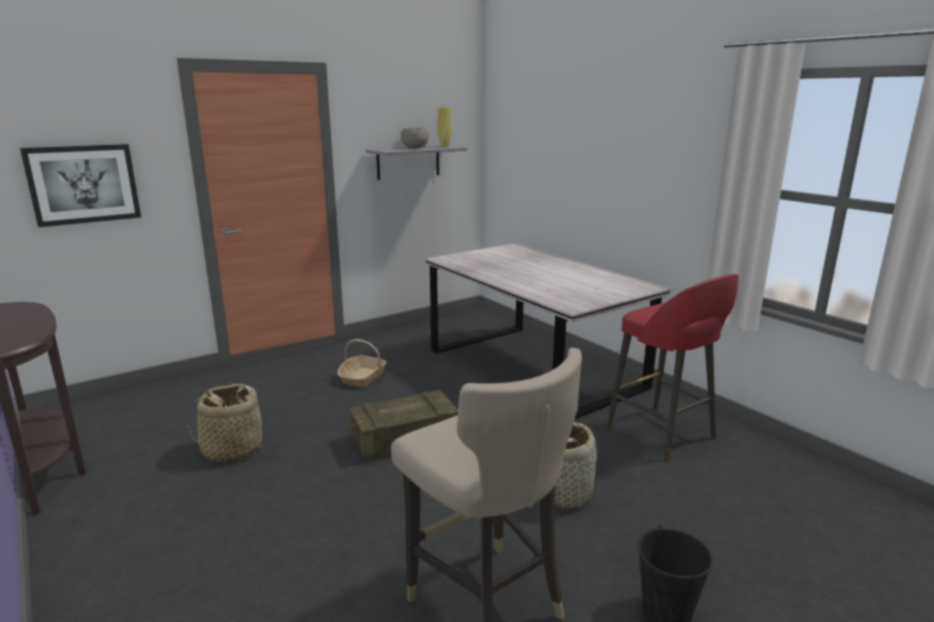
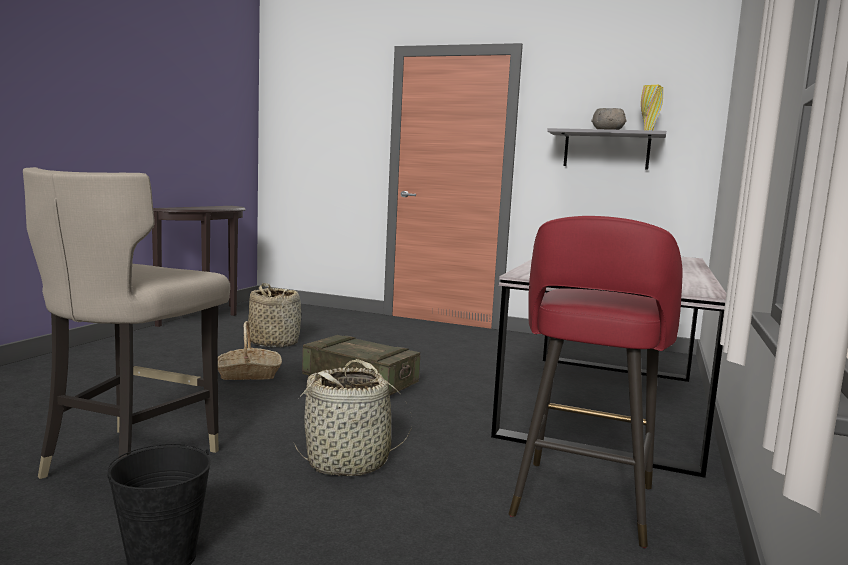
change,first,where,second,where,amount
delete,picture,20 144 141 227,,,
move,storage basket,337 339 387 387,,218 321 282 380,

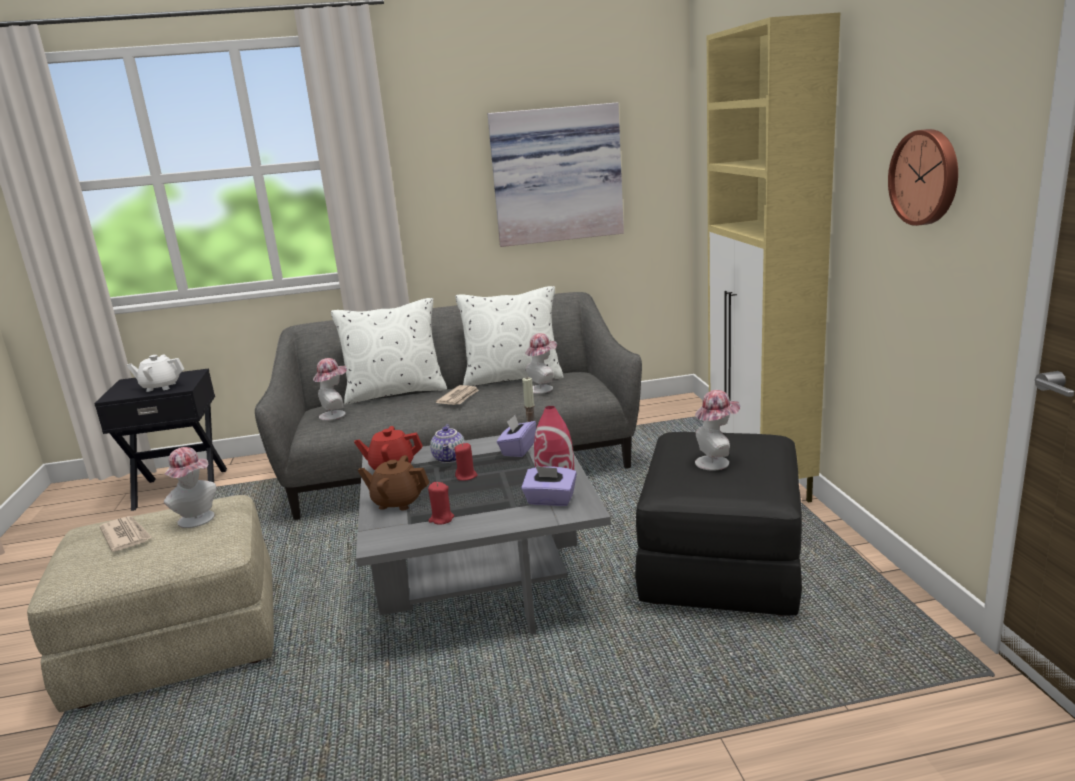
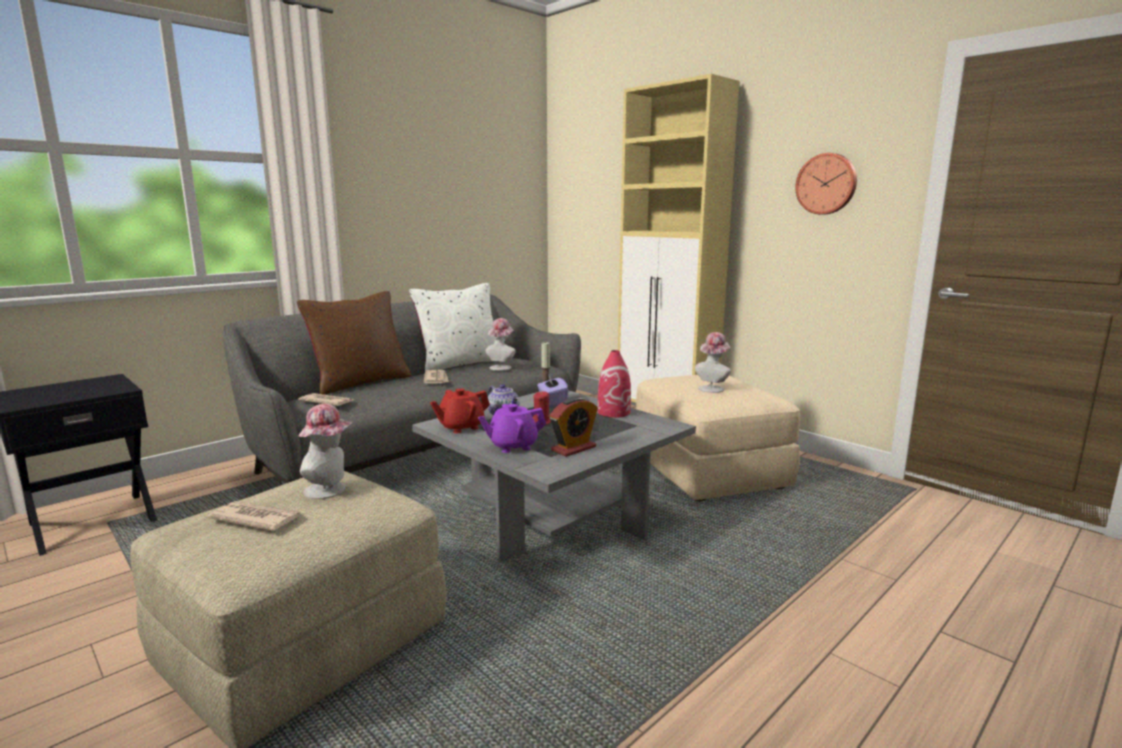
change,first,where,second,where,amount
delete,teapot (white-coloured),126 354 184 392,,,
delete,picture,488 102 624 247,,,
delete,tissue holder (purplish),521 466 577 506,,,
replace,hat,313 358 347 421,daily paper,298 393 353 406,
replace,candle (red),428 482 454 525,table clock,550 396 598 457,
recolor,pillow (white-coloured),331 298 447 404,pillow (brown-coloured),297 291 411 395,
recolor,teapot (brown-coloured),358 455 430 511,teapot (purplish),478 404 546 453,
recolor,pouffe (black-coloured),635 432 802 616,pouffe (beige-coloured),636 375 800 501,

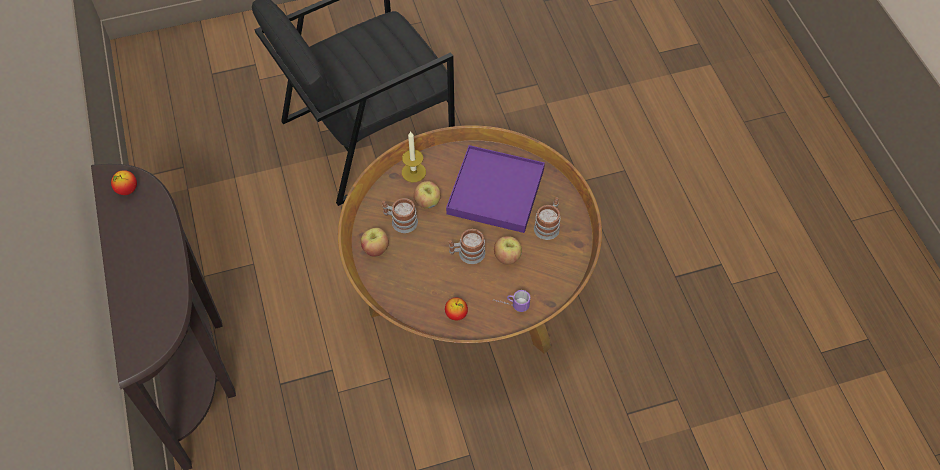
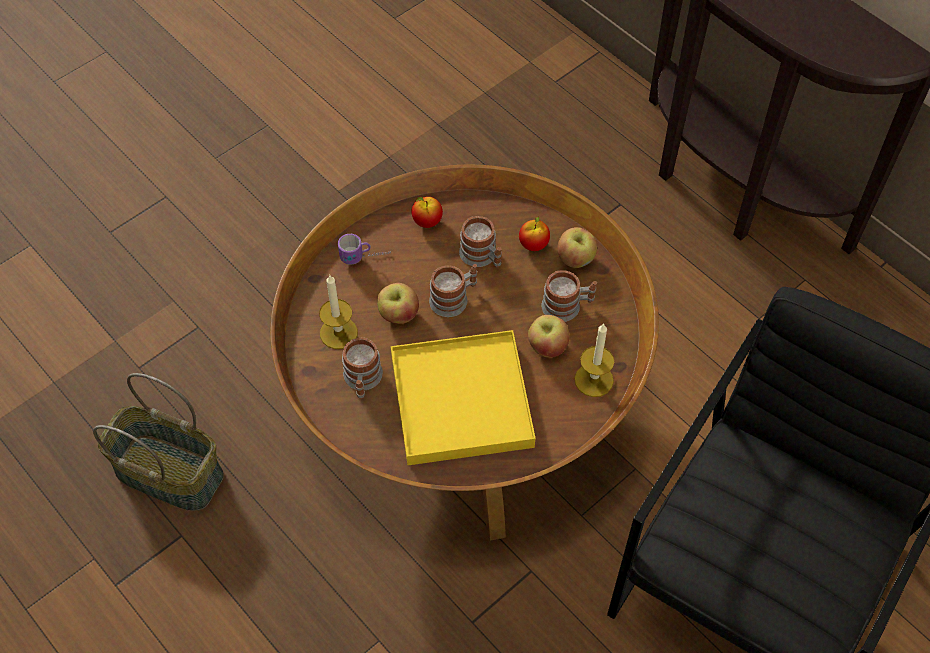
change,first,where,second,where,amount
insert,,,storage basket,93 373 224 511,
insert,,,candle,319 274 358 349,
insert,,,mug,459 216 502 268,
move,apple fruit,111 170 137 195,,519 216 550 251,
recolor,carrying tray (purplish),446 145 545 233,carrying tray (yellowish),391 330 536 465,

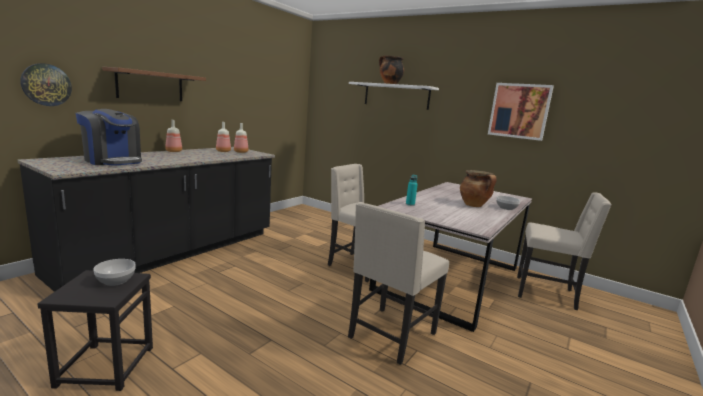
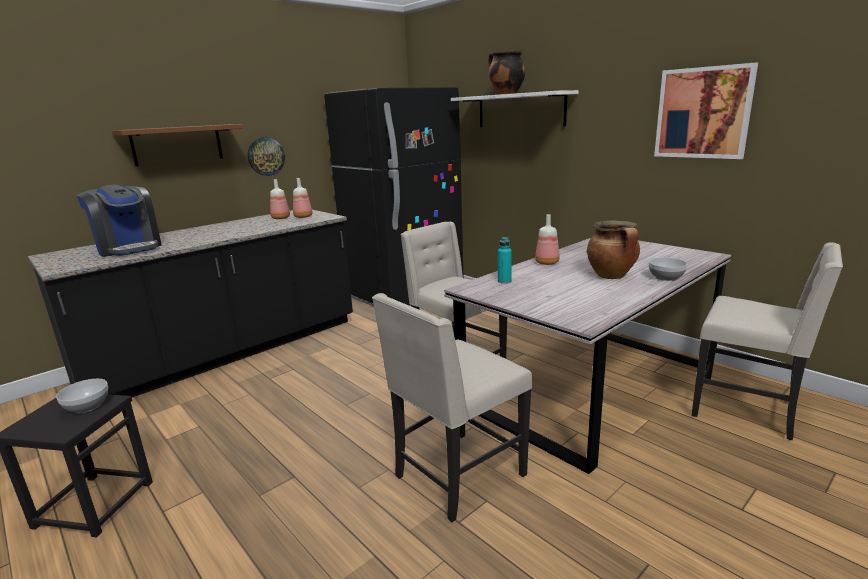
change,first,where,second,where,amount
insert,,,fridge (black-coloured),324 87 464 307,
move,hanging clock,20 63 72 106,,248 137 285 176,
move,drink bottle,165 120 182 152,,535 214 560 265,

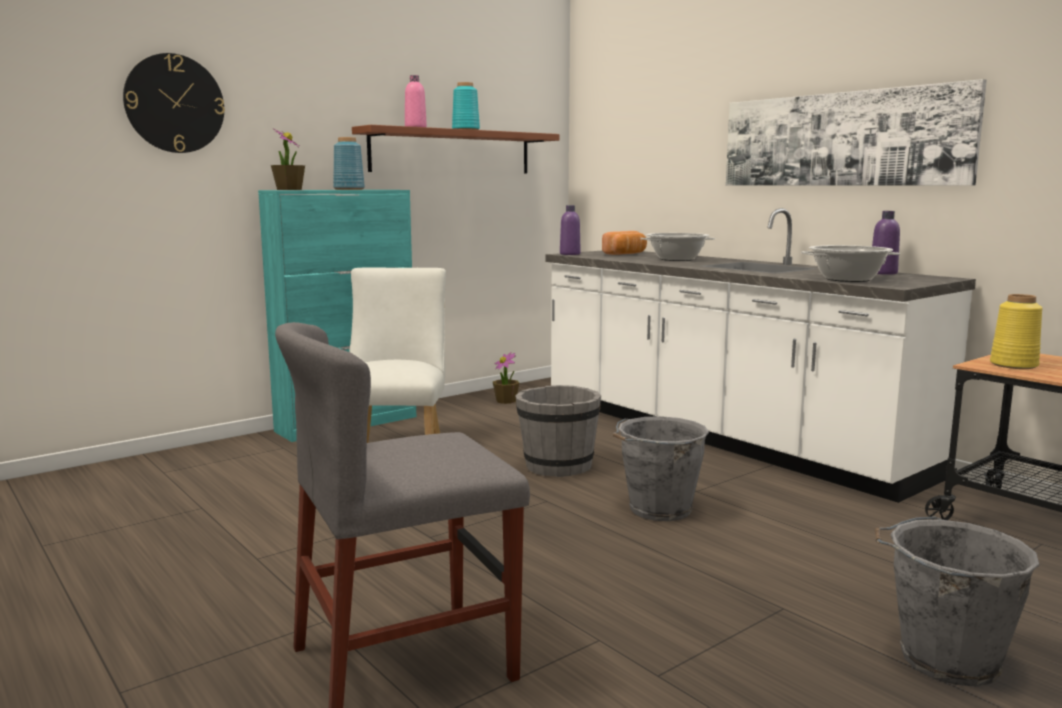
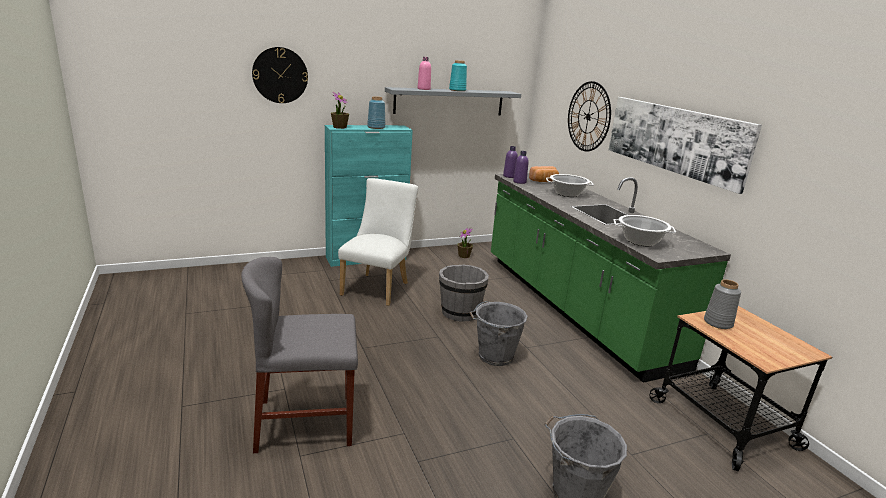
change,first,where,second,where,amount
insert,,,hanging clock,568 81 611 151,
move,drink bottle (purplish),872 211 900 275,,513 151 529 184,
recolor,shelf (brown-coloured),352 125 559 174,shelf (gray),385 87 521 116,
recolor,kitchen base unit (white-coloured),546 208 976 503,kitchen base unit (green-coloured),491 173 731 383,
recolor,vase (yellowish),990 294 1043 369,vase (gray),704 279 741 329,

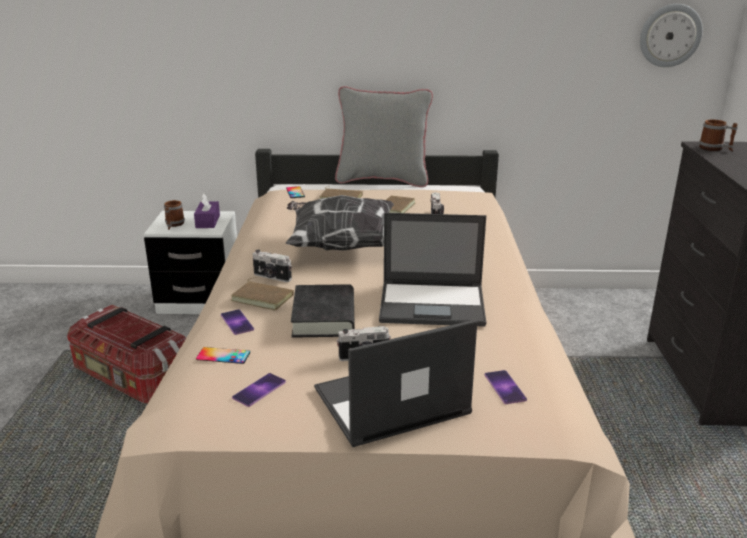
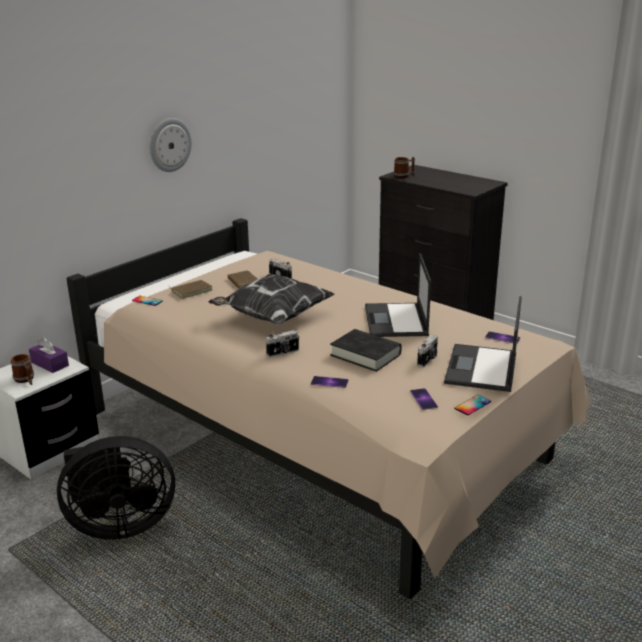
change,first,where,second,where,amount
delete,book (brown-coloured),231 277 294 311,,,
delete,pillow (gray),335 86 433 187,,,
move,phone,196 347 250 364,,454 395 491 415,
move,hanging clock,640 4 703 67,,149 118 192 172,
replace,storage box,67 305 186 404,fan (black-coloured),57 436 175 540,
rotate,portable computer,379 213 486 327,,365 253 431 337,135 degrees clockwise

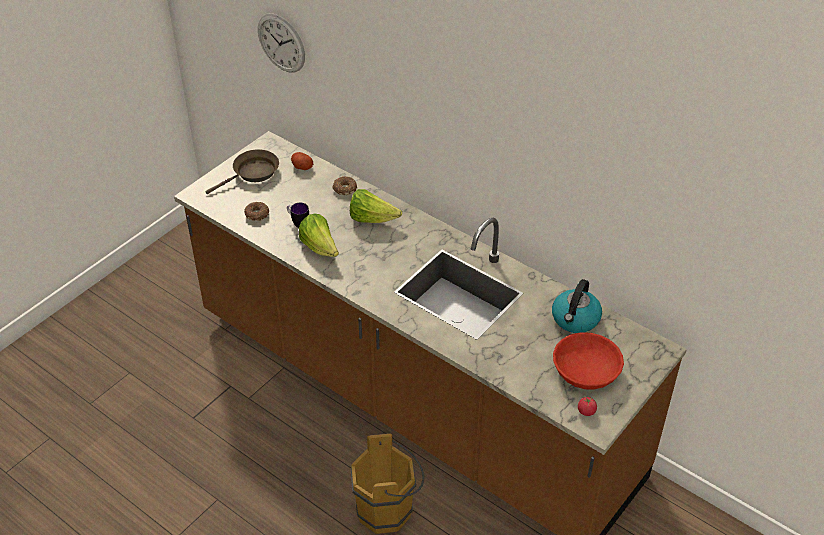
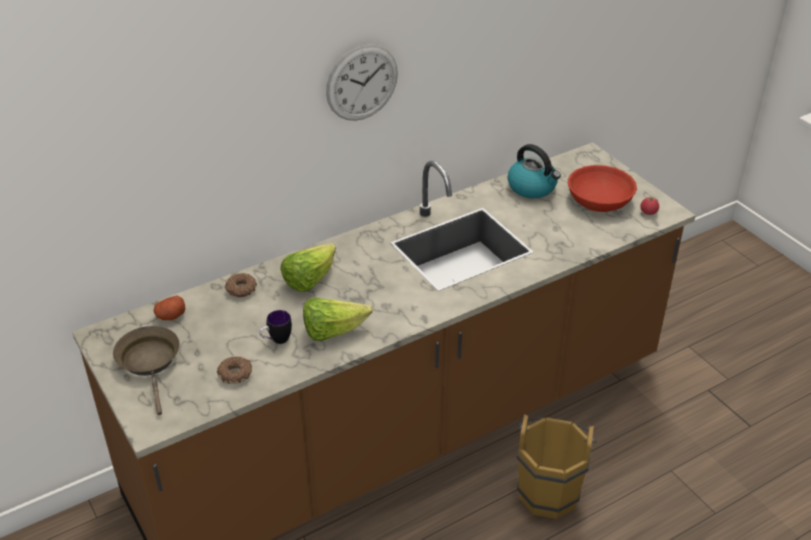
change,first,where,second,where,amount
move,hanging clock,258 13 305 73,,326 44 398 121,

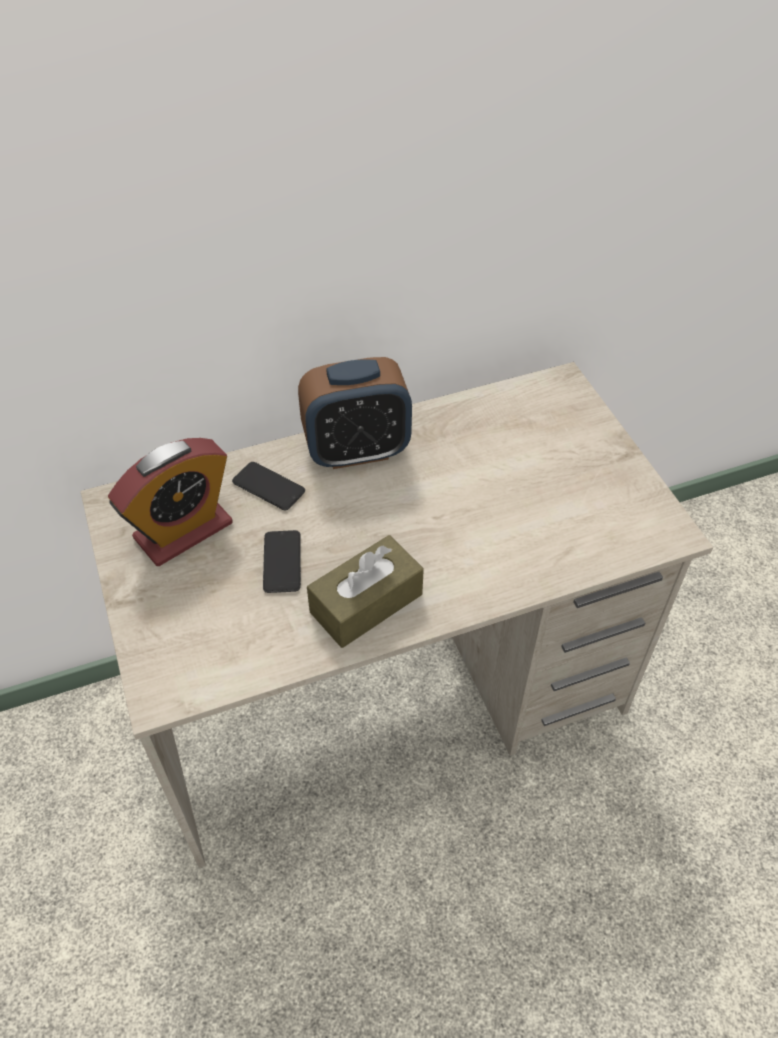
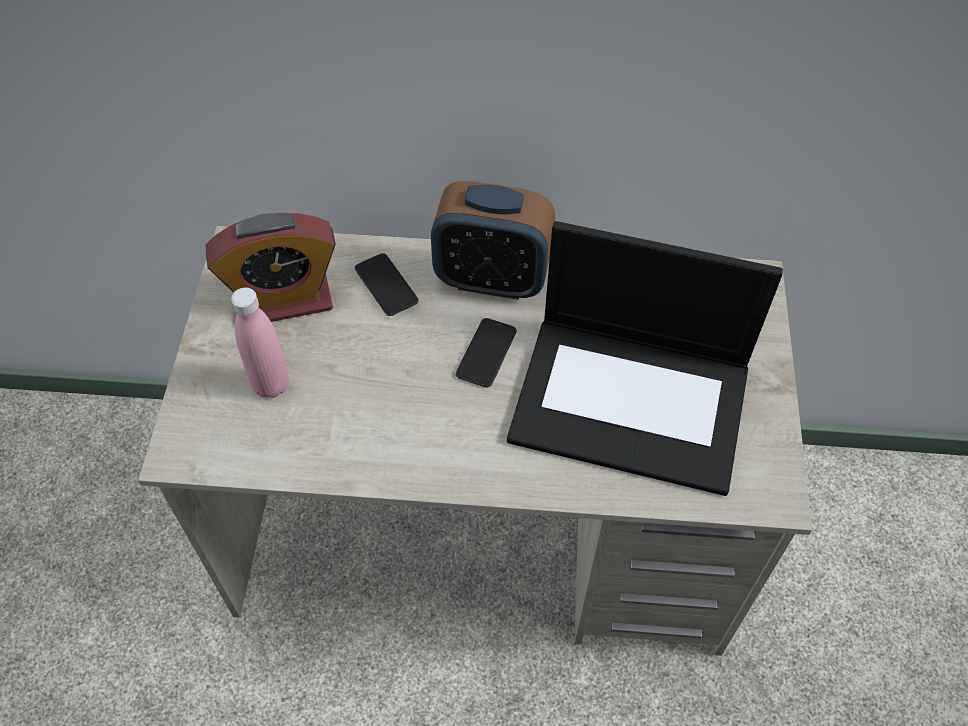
change,first,where,second,where,amount
delete,tissue holder (brown-coloured),307 535 424 648,,,
insert,,,drink bottle (pinkish),231 287 289 398,
insert,,,portable computer,507 221 783 496,
move,phone,263 530 301 593,,456 318 517 388,

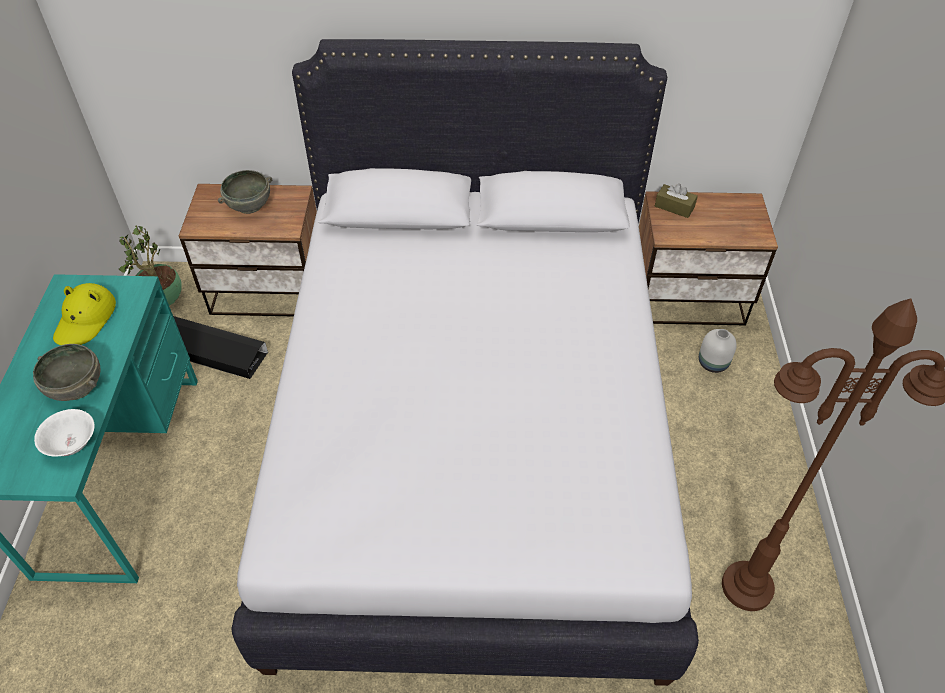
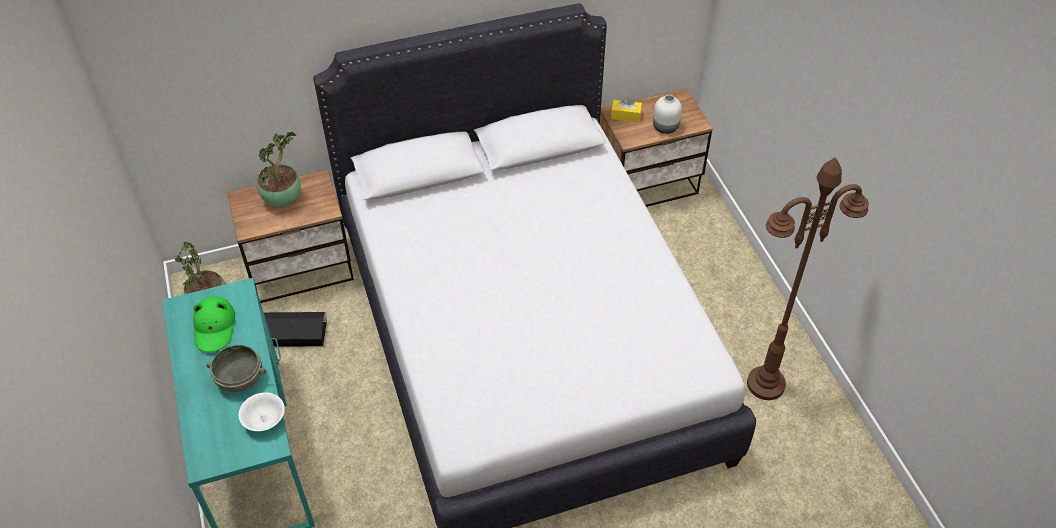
change,first,where,second,where,amount
move,vase (white-coloured),699 329 737 373,,653 95 682 134,
replace,serving bowl (gray),218 170 272 214,plant in a pot,257 132 301 207,
recolor,hat (yellowish),53 283 116 345,hat (green-coloured),193 297 235 352,
recolor,tissue holder (brown-coloured),655 183 698 218,tissue holder (yellowish),611 97 642 122,

